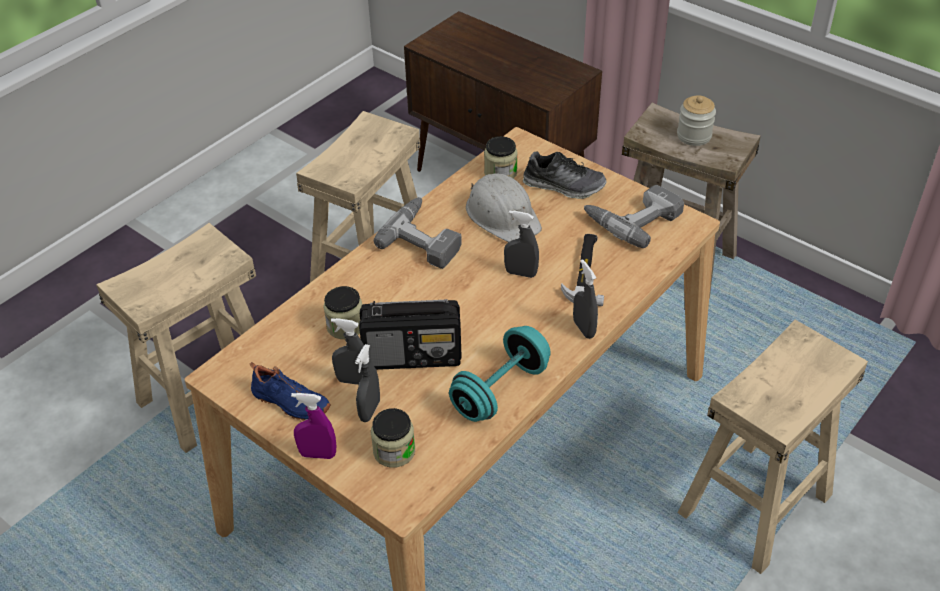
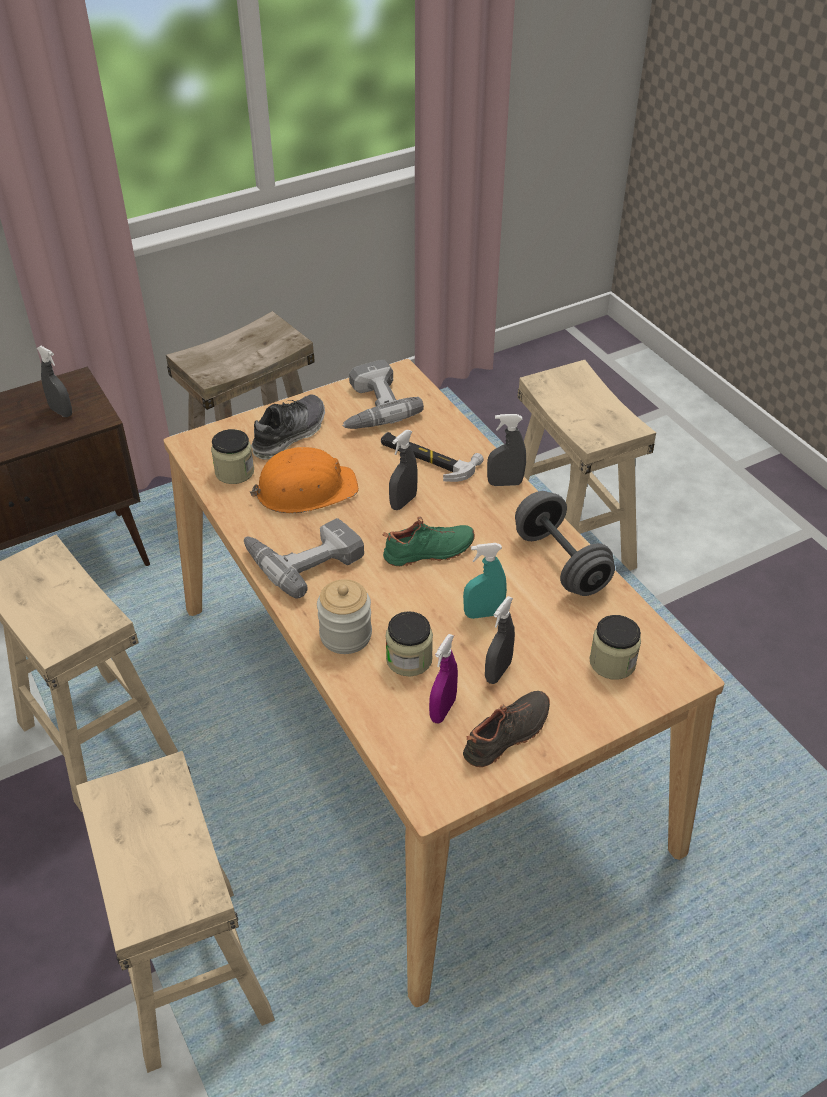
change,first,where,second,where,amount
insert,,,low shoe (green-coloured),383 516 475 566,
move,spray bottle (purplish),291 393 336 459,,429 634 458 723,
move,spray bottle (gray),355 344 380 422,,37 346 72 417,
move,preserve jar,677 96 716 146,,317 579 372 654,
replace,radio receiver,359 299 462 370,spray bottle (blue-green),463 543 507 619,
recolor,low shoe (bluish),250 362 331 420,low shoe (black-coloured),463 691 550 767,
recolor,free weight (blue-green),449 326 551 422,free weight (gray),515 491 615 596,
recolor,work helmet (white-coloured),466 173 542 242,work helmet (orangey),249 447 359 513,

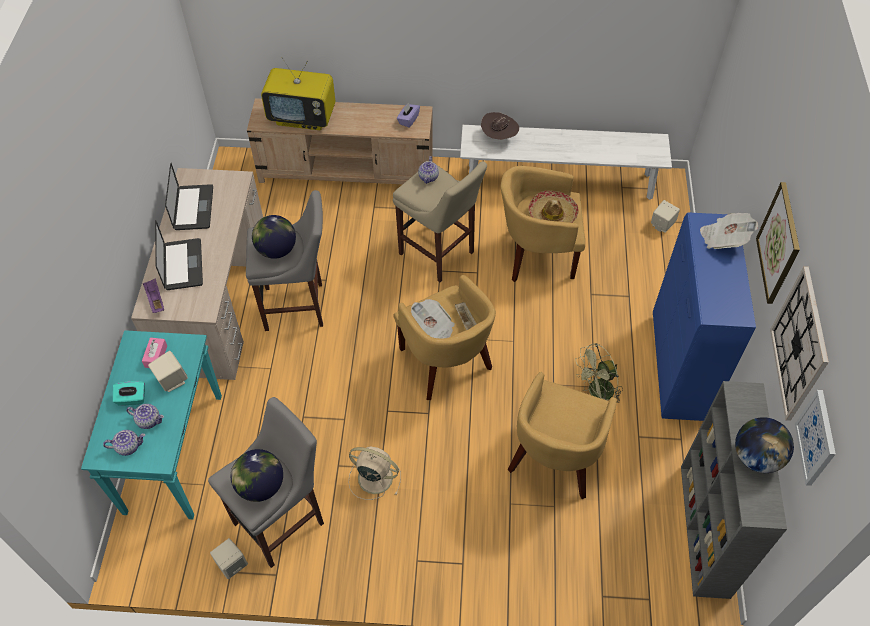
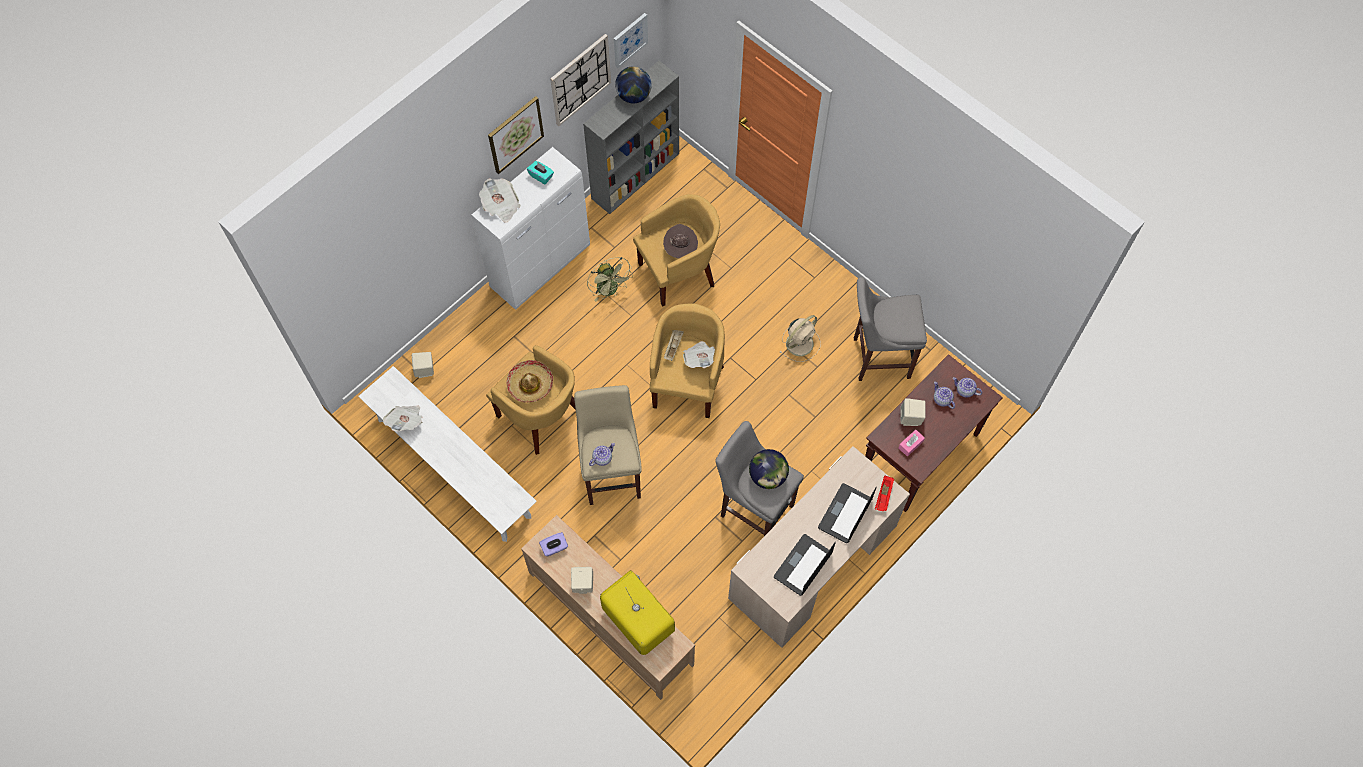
change,first,where,second,where,amount
delete,world globe,231 449 283 502,,,
insert,,,daily paper,383 406 423 431,
move,tissue holder (blue-green),113 381 145 406,,527 161 554 184,
move,speaker (beige-coloured),210 538 248 579,,571 567 593 594,
move,hat (brown-coloured),481 112 519 140,,663 224 698 258,
recolor,console table (blue-green),81 330 222 519,console table (brown-coloured),865 354 1003 512,
recolor,carrying tray (purplish),143 278 164 313,carrying tray (red),875 475 894 511,
recolor,cupboard (bluish),653 213 756 421,cupboard (white-coloured),472 147 590 310,
rotate,fan (beige-coloured),348 447 401 500,,779 315 821 362,105 degrees counterclockwise
rotate,fan (green-coloured),575 343 623 403,,587 257 633 301,45 degrees clockwise

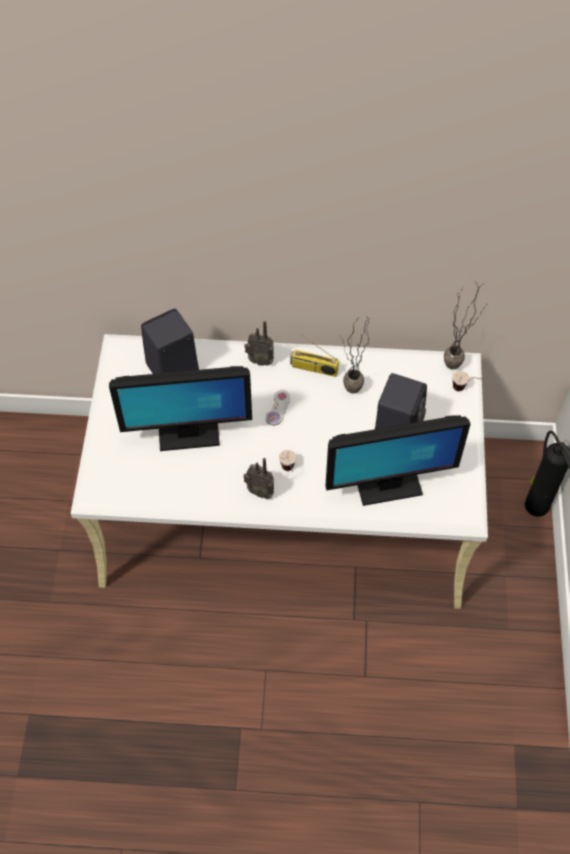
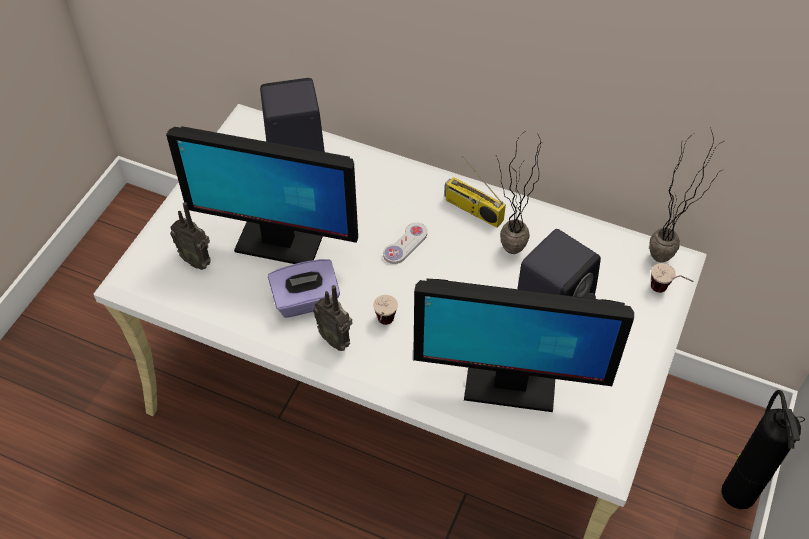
change,first,where,second,where,amount
insert,,,tissue holder (purplish),268 259 340 318,
move,radio receiver,245 321 274 366,,170 202 211 270,

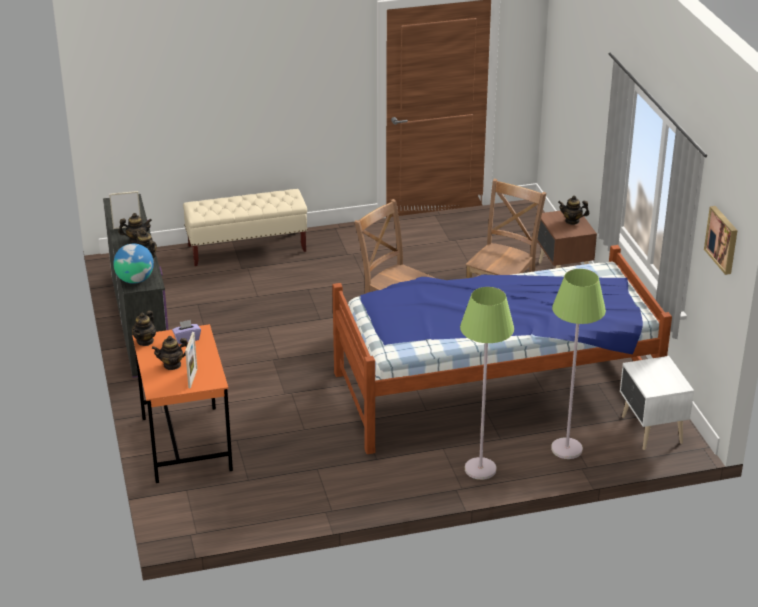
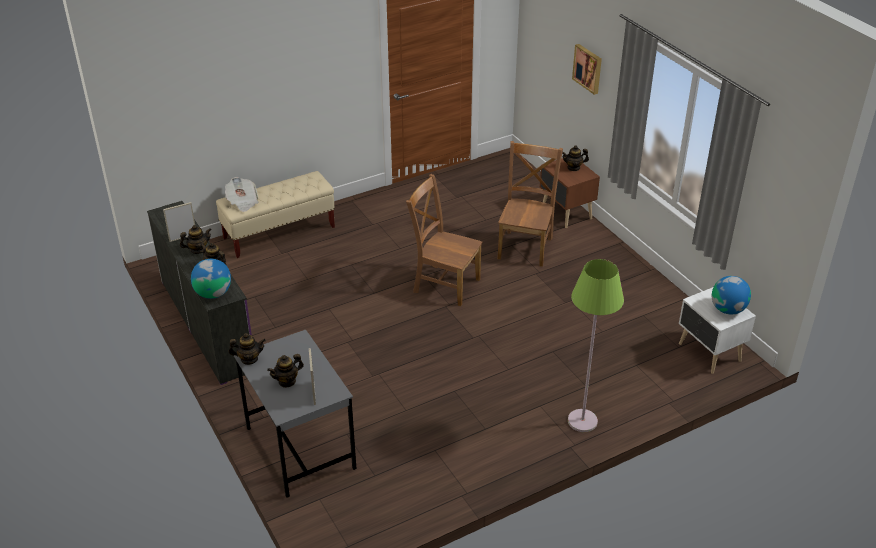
change,first,where,second,where,amount
delete,tissue holder (purplish),172 320 201 344,,,
delete,bed,332 245 672 454,,,
delete,floor lamp (green-coloured),551 269 606 459,,,
insert,,,daily paper,225 177 259 212,
insert,,,world globe,712 276 751 314,
move,picture,704 206 738 275,,572 44 602 95,
recolor,desk unit (orangey),132 324 233 483,desk unit (gray),234 330 357 498,
rotate,teapot,132 310 156 346,,229 333 266 365,105 degrees counterclockwise

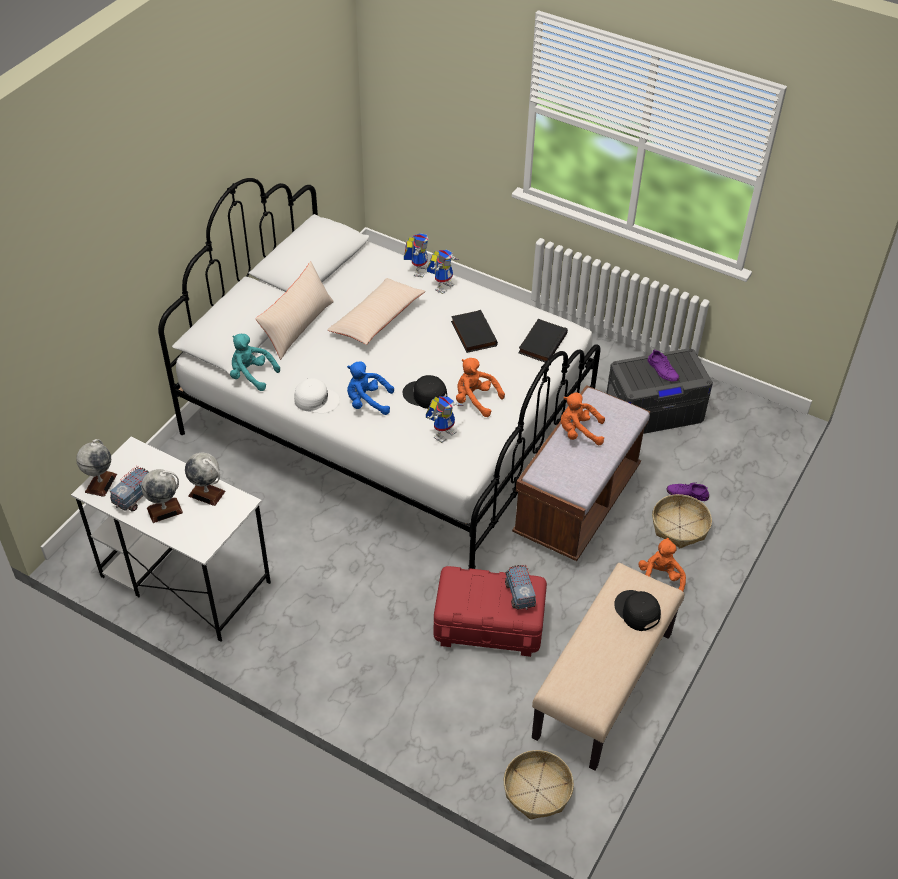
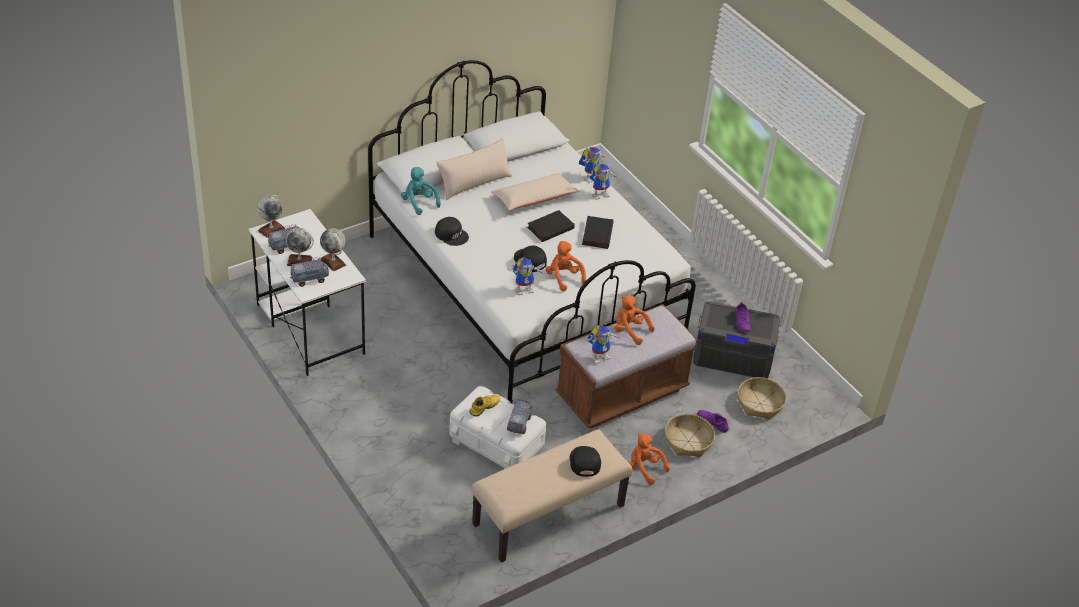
change,first,where,second,where,amount
delete,plush toy (bluish),347 361 394 415,,,
insert,,,toy lorry,290 257 329 287,
insert,,,low shoe (yellowish),469 395 500 416,
insert,,,robot figure,586 325 619 364,
move,storage basket,504 750 574 820,,738 377 786 420,
move,book (black-coloured),518 319 568 362,,527 210 575 242,
recolor,cap (white-coloured),294 378 340 414,cap (black-coloured),435 217 469 246,
recolor,storage box (red),434 566 547 657,storage box (white-coloured),449 386 546 469,
rotate,plush toy (orangey),638 538 686 591,,629 434 670 485,75 degrees counterclockwise

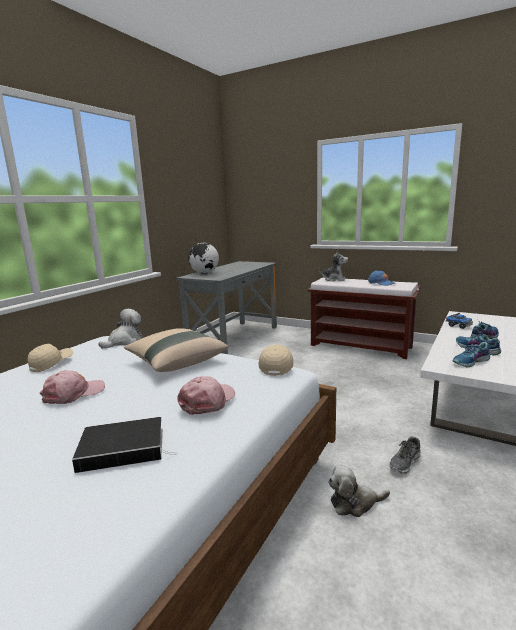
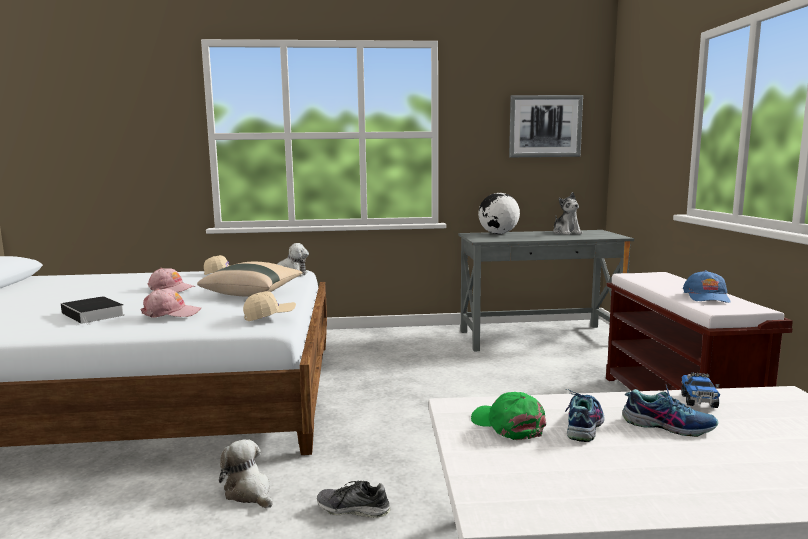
change,first,where,second,where,amount
insert,,,picture,509 95 583 157,
move,plush toy,319 250 348 281,,553 192 583 235,
replace,low shoe,453 342 490 367,cap (green-coloured),471 392 546 440,

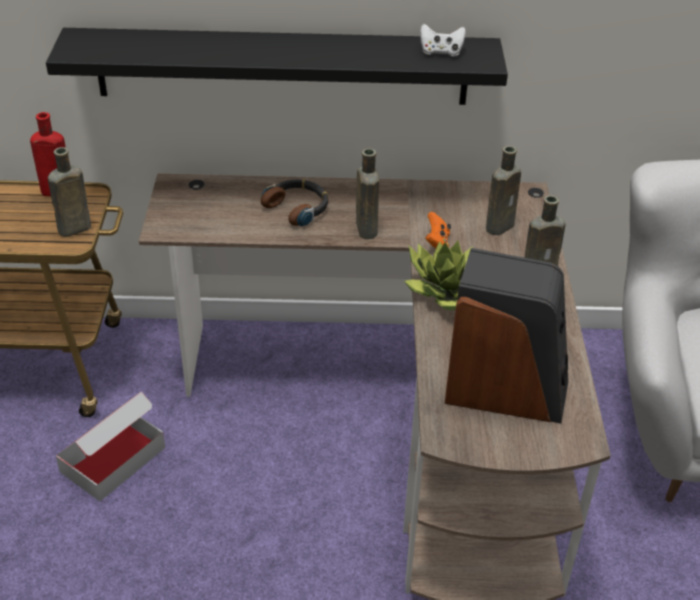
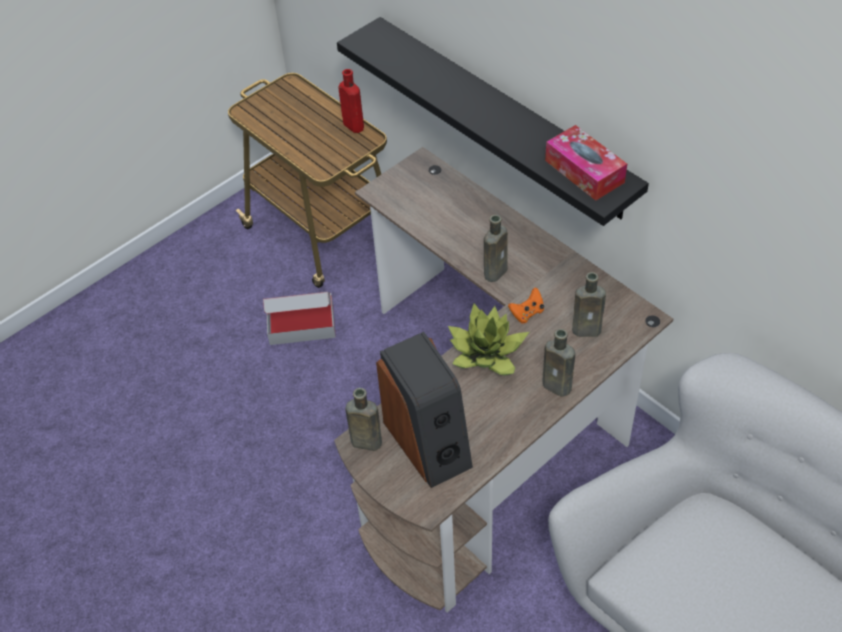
change,first,where,second,where,amount
delete,headset,261 179 328 226,,,
move,drink bottle (brown-coloured),48 147 91 237,,345 388 382 451,
replace,game controller (white-coloured),420 24 466 57,tissue holder,545 125 627 201,

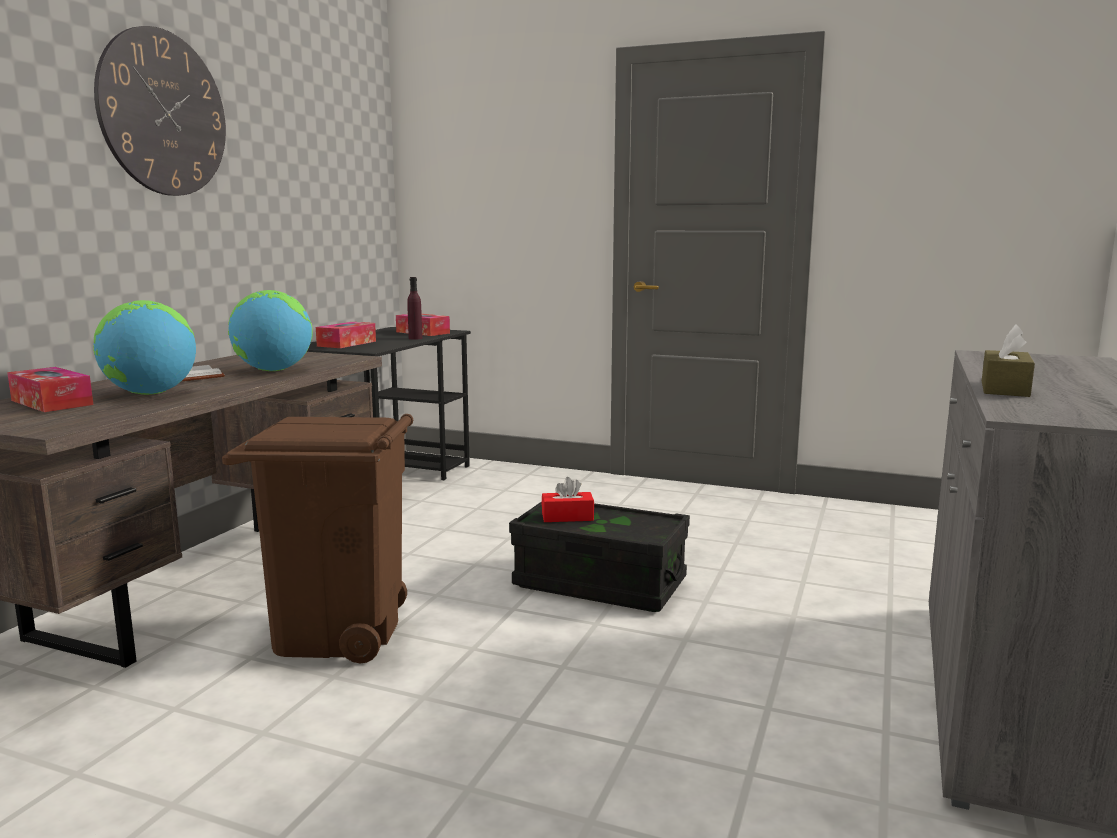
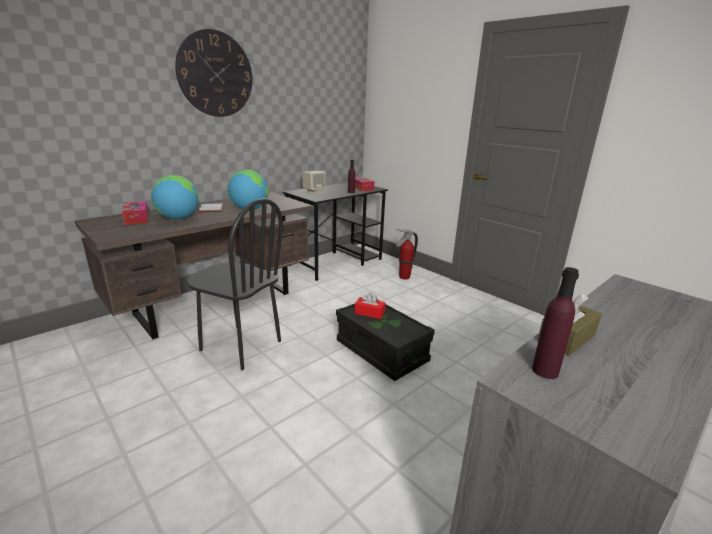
change,first,where,second,where,amount
insert,,,extinguisher,396 229 418 279,
insert,,,drink bottle (purplish),532 267 579 379,
replace,waste bin (brown-coloured),222 414 413 663,chair (black-coloured),187 198 283 370,
replace,tissue holder,316 322 376 348,speaker (beige-coloured),302 171 326 195,

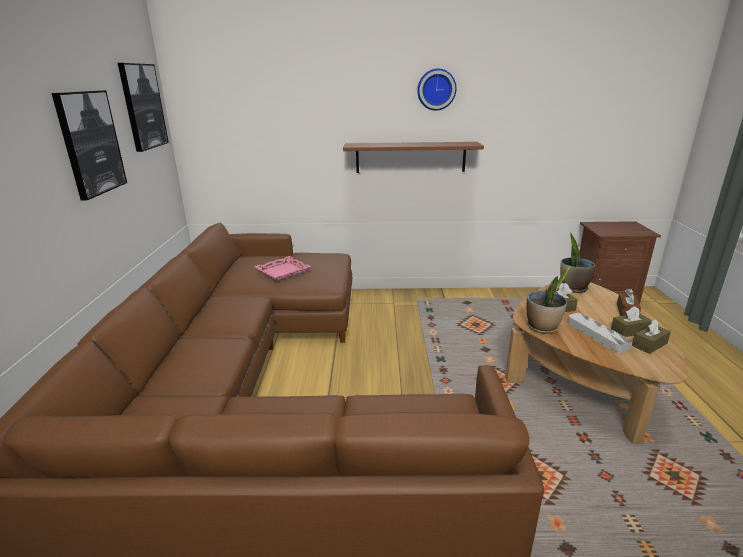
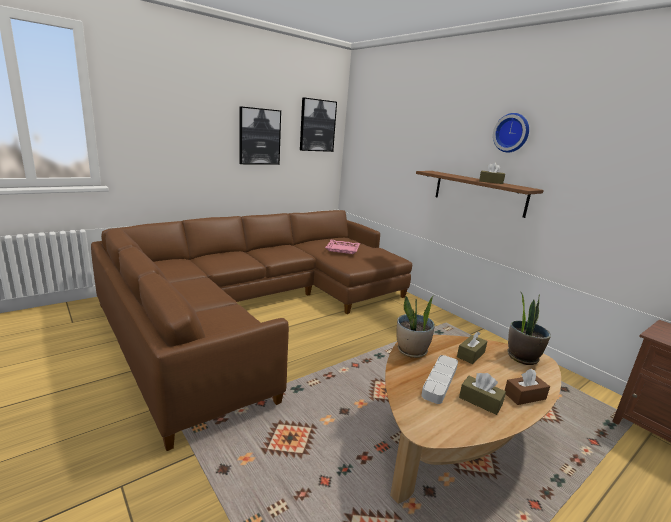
change,first,where,second,where,amount
move,tissue holder (brown-coloured),632 319 671 354,,479 162 505 184,

